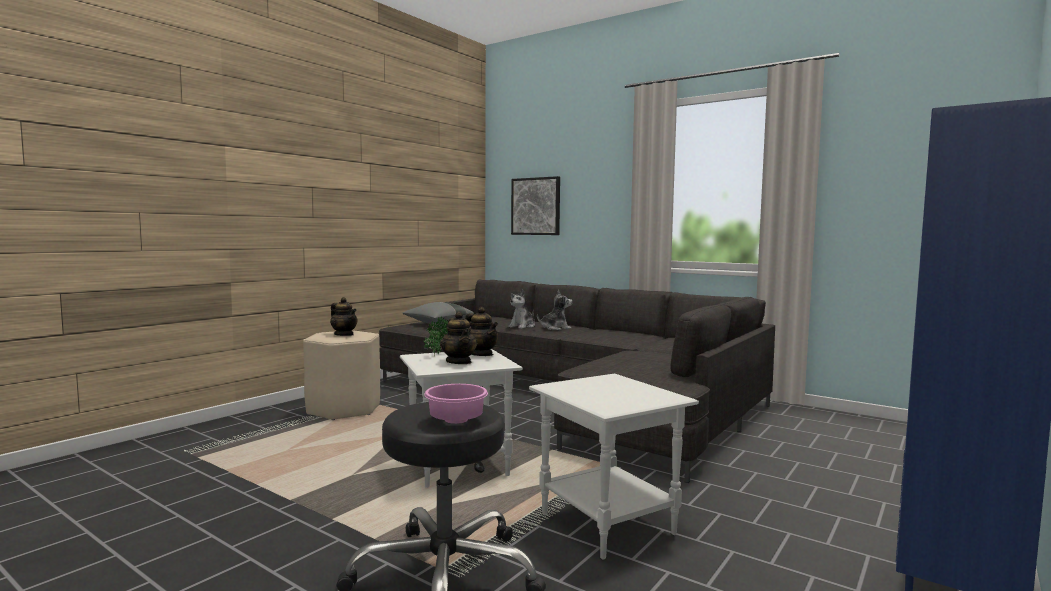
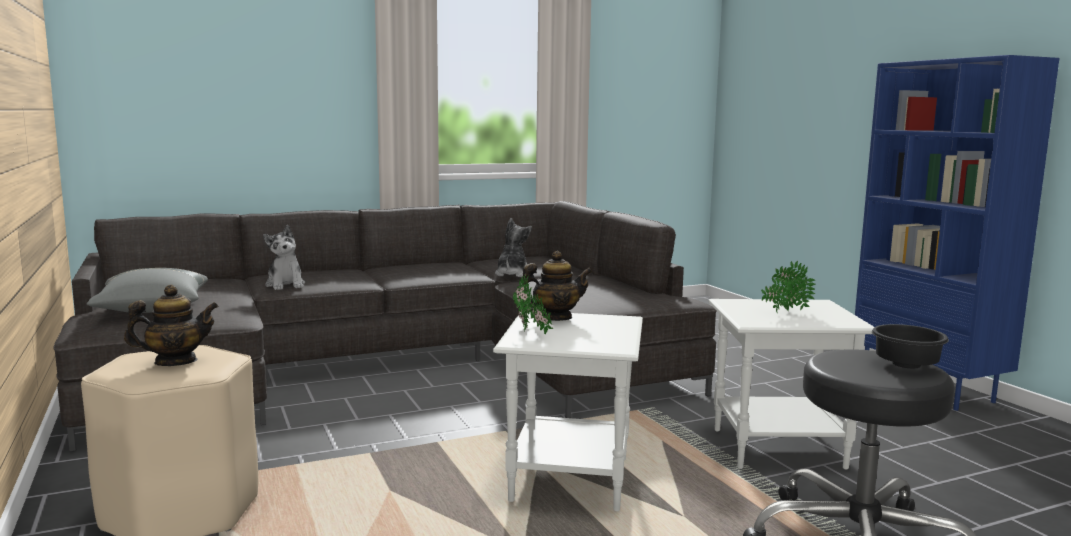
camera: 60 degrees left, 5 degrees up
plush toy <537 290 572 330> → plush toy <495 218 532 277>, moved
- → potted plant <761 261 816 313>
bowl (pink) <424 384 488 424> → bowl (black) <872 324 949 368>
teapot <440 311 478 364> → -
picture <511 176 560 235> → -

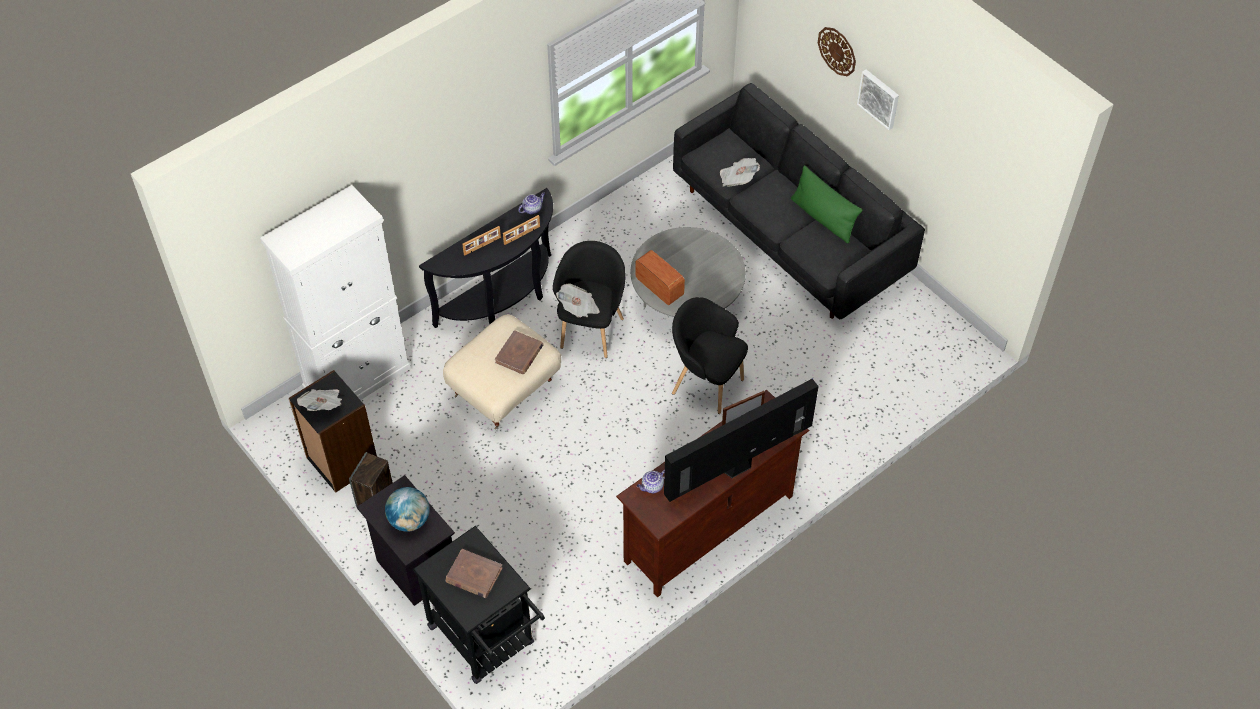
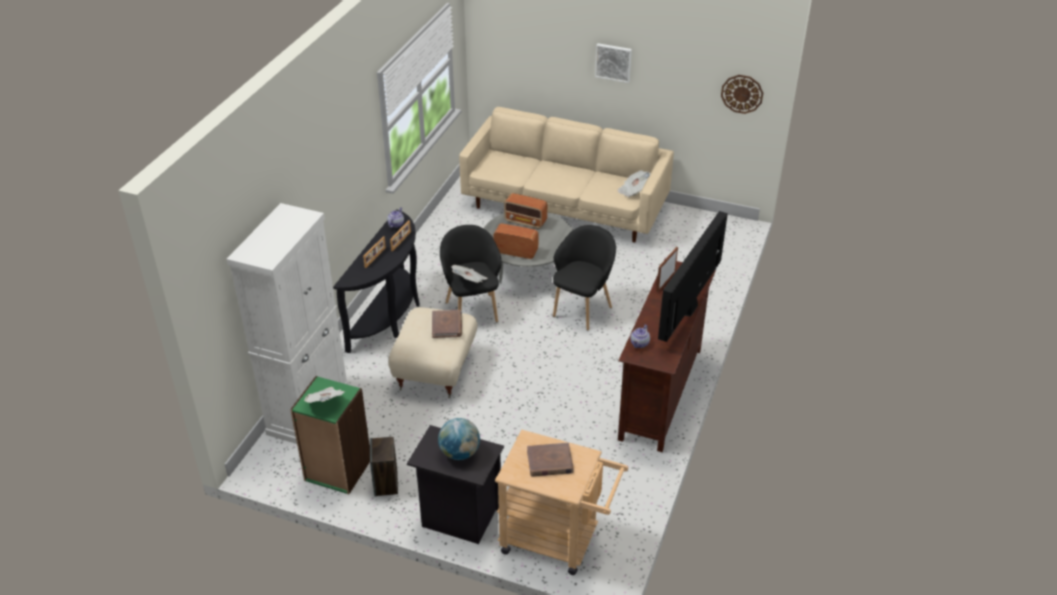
camera: 30 degrees left, 15 degrees down
bookcase (black) <289 370 377 493> → bookcase (green) <290 376 370 494>
sofa (black) <673 83 925 319> → sofa (beige) <459 107 674 243>
cart (black) <412 526 545 684> → cart (beige) <495 430 628 575>
- → radio <504 193 547 229>
armchair (black) <672 297 748 414> → armchair (black) <553 225 616 330>, 120 degrees clockwise
newspaper <720 158 760 187> → newspaper <617 170 651 198>, moved
wall clock <818 27 856 77> → wall clock <721 75 763 114>, moved
pillow (green) <791 165 863 244> → -

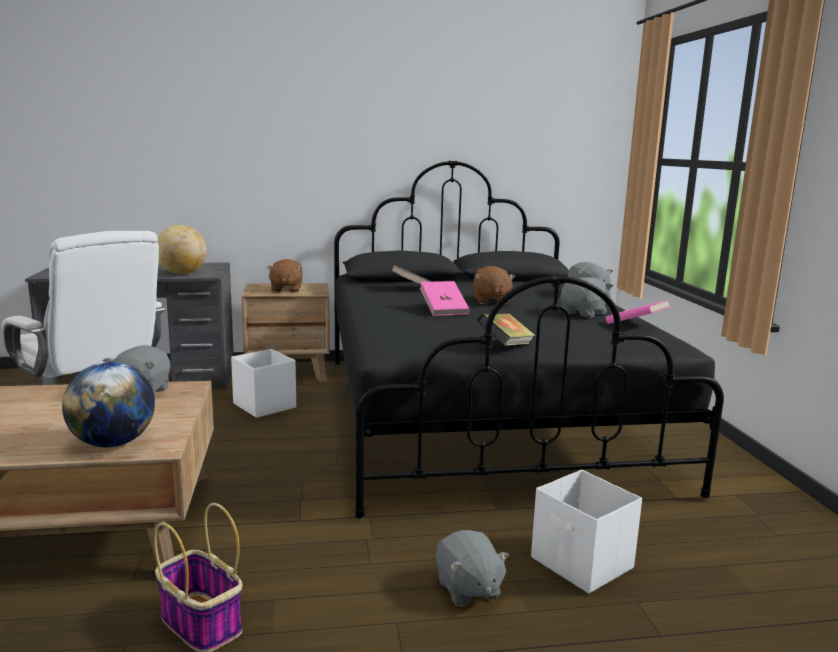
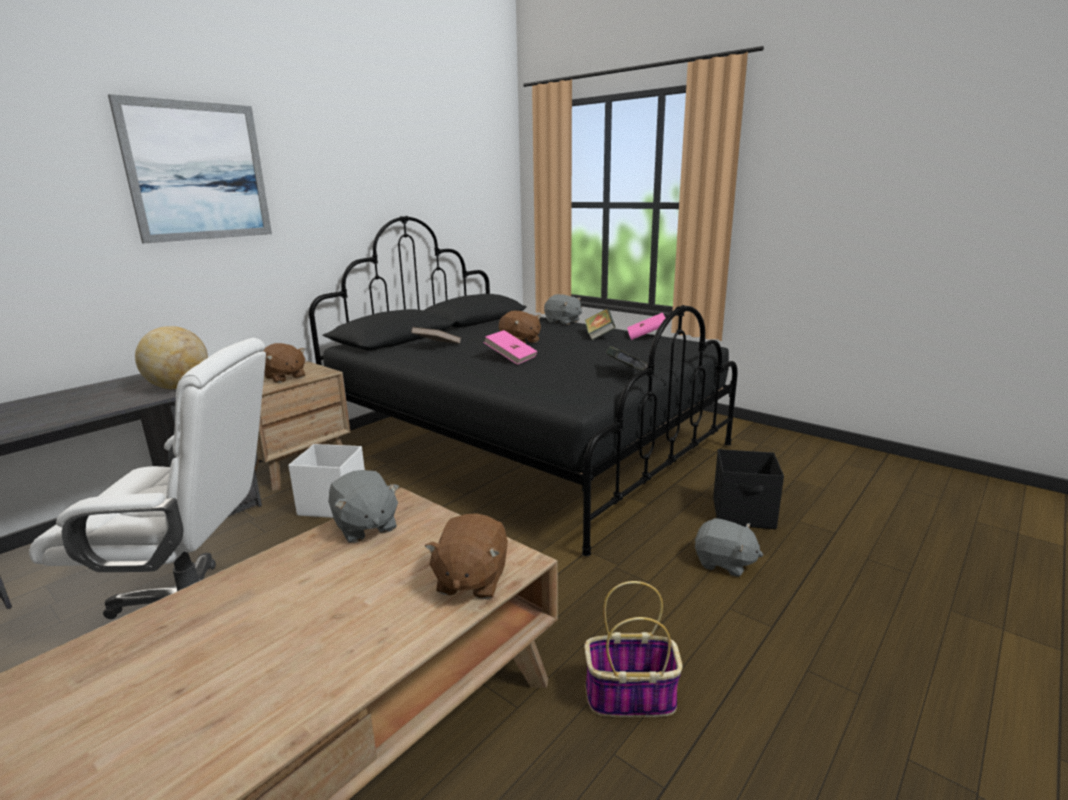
camera: 40 degrees left, 5 degrees up
- → picture <108 94 272 243>
globe <62 362 155 448> → plush toy (brown) <425 513 508 599>
plush toy (grey) <561 277 613 318> → book <585 309 615 340>
storage box (white) <531 470 642 594> → storage box (black) <713 449 784 529>

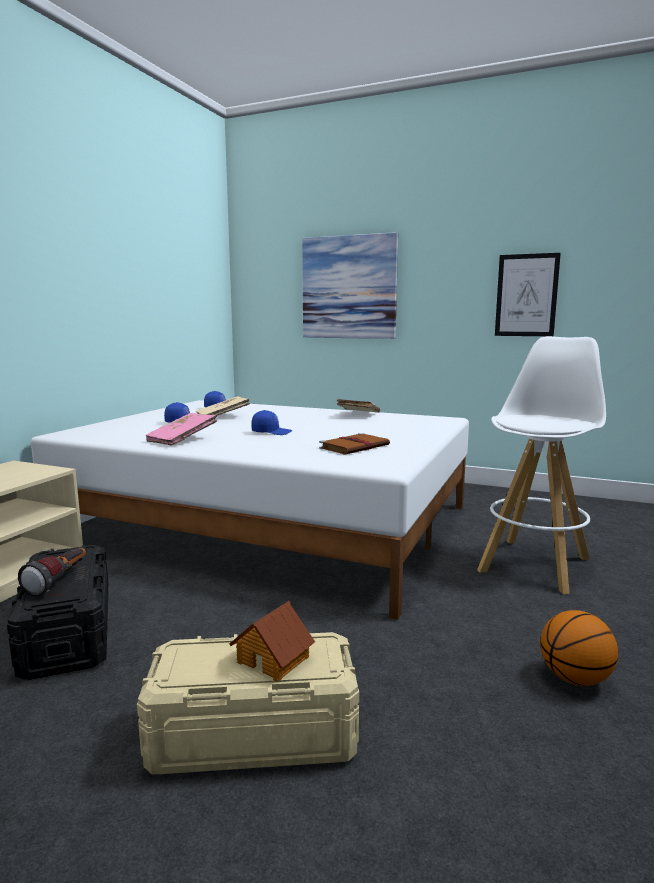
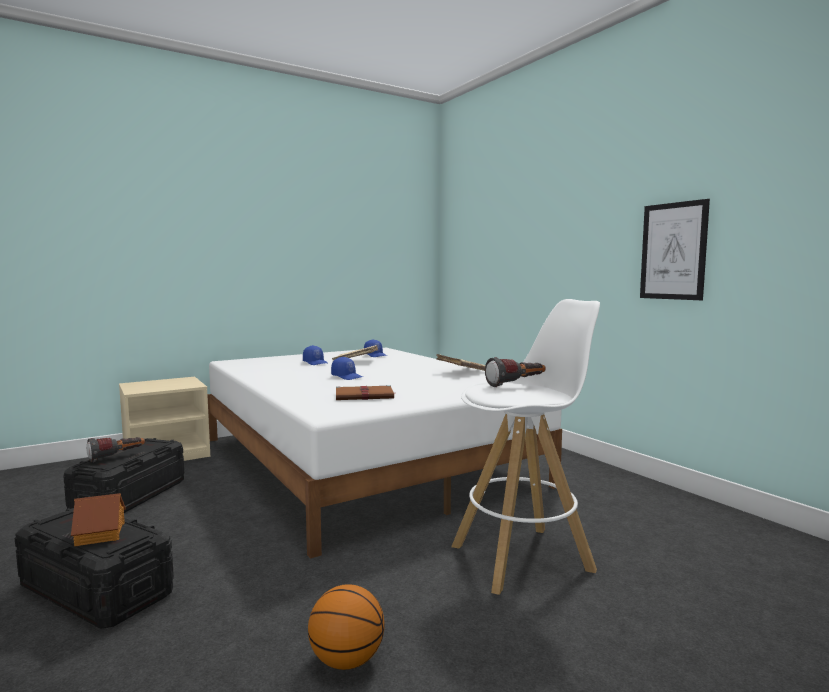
camera: 35 degrees right, 5 degrees down
storage box (beige) <137 632 359 774> → storage box (black) <15 508 174 629>
- → flashlight <485 357 546 387>
book (pink) <146 413 217 446> → -
picture <302 232 398 339> → -

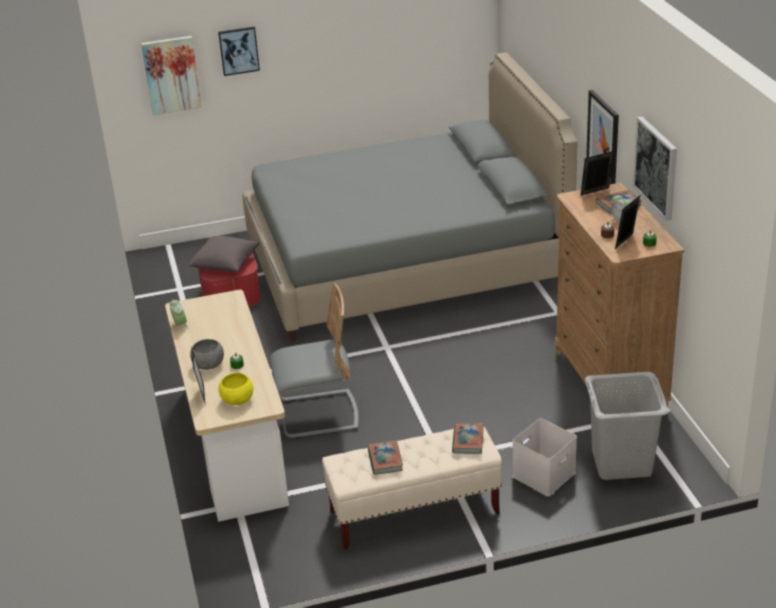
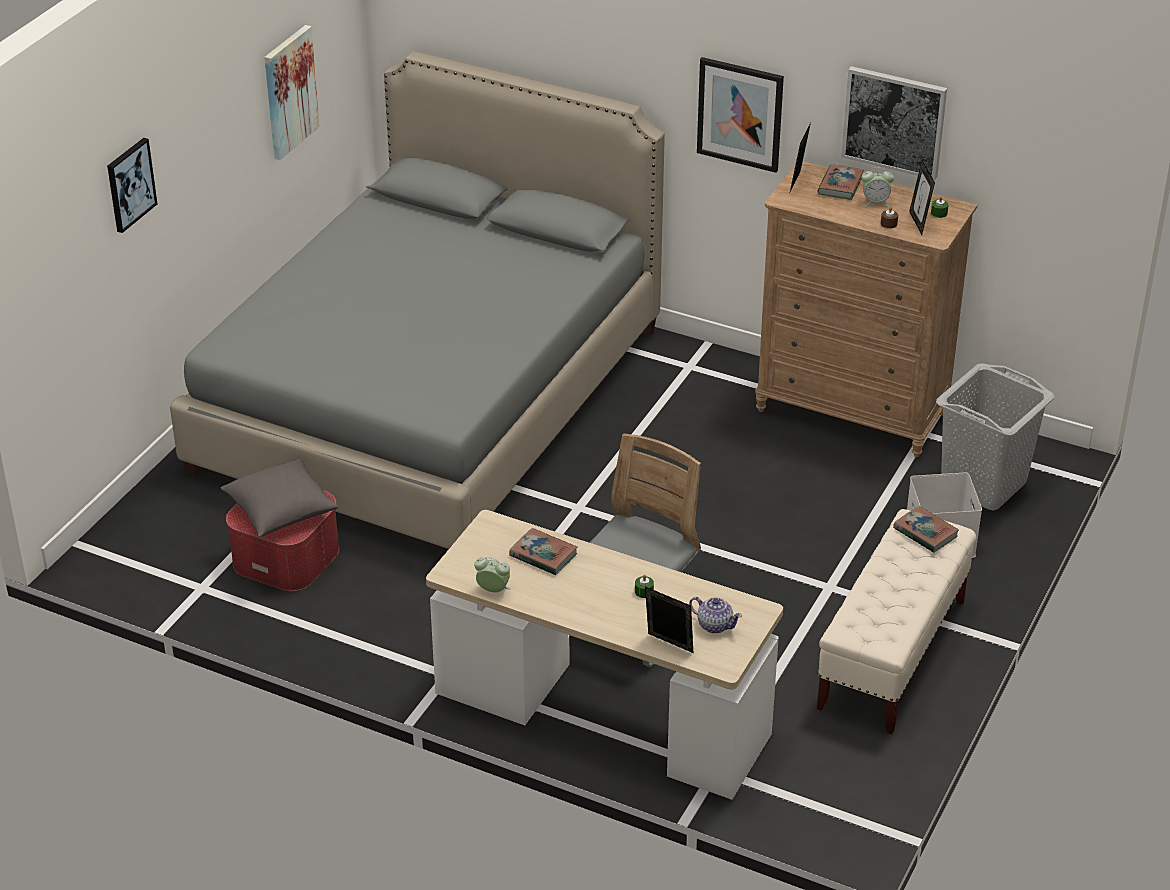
camera: 50 degrees left, 5 degrees up
picture <141 36 202 115> → picture <264 25 320 160>, moved
book <368 441 403 475> → book <509 528 578 575>, moved
bowl (yellow) <218 373 253 405> → teapot <689 597 742 633>
bowl (grey) <190 339 224 370> → -

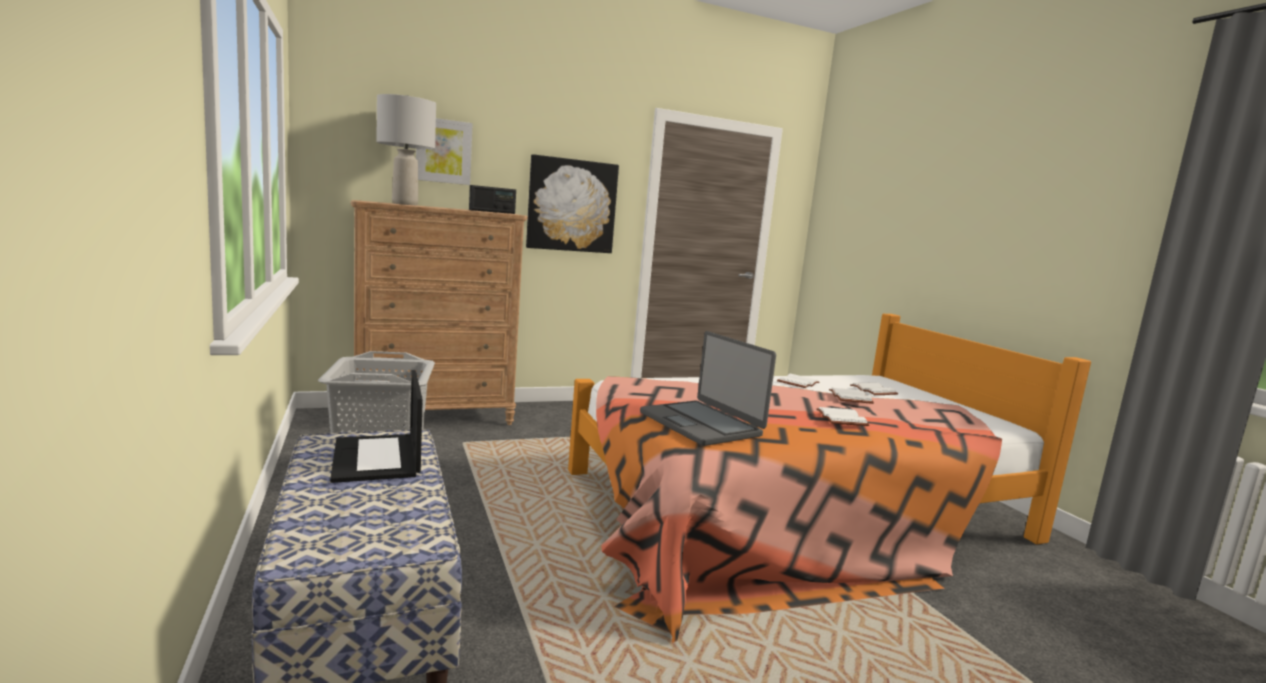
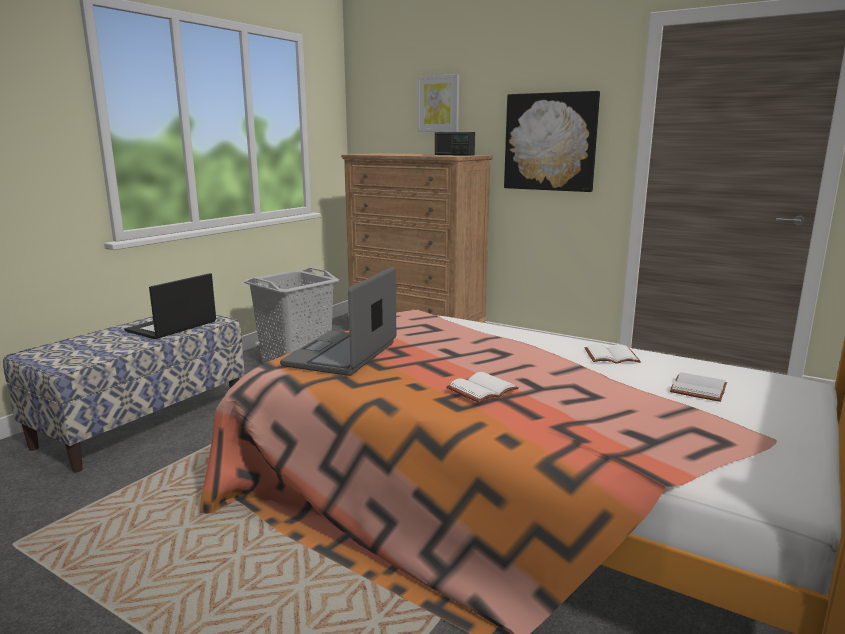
camera: 55 degrees right, 5 degrees up
table lamp (grey) <376 94 436 206> → -
book (white) <829 388 874 404> → -

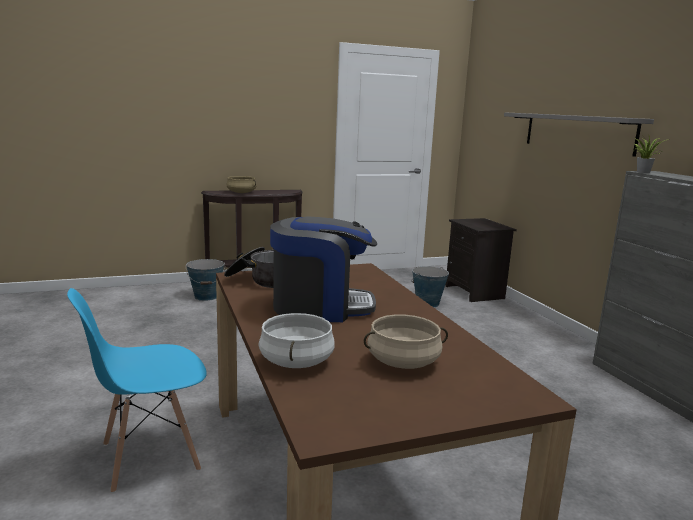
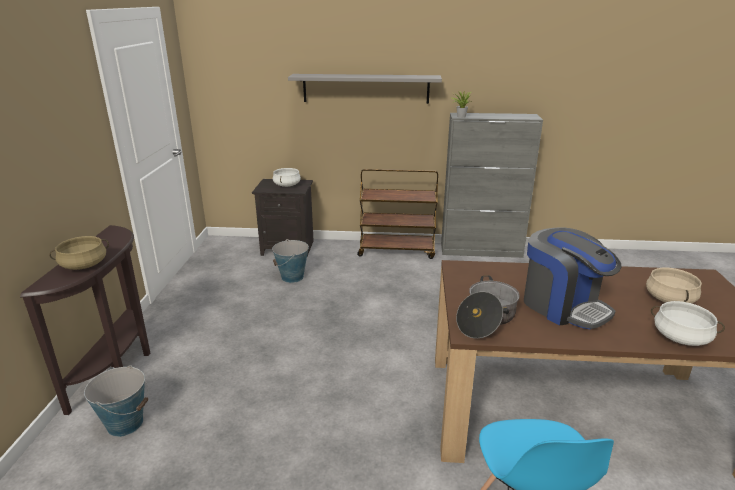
camera: 65 degrees left, 10 degrees up
- → cooking pot (white) <273 168 301 187>
- → cart (brown) <357 169 438 259>
coffee machine <270 217 377 322> → coffee machine <524 227 621 329>, 120 degrees clockwise

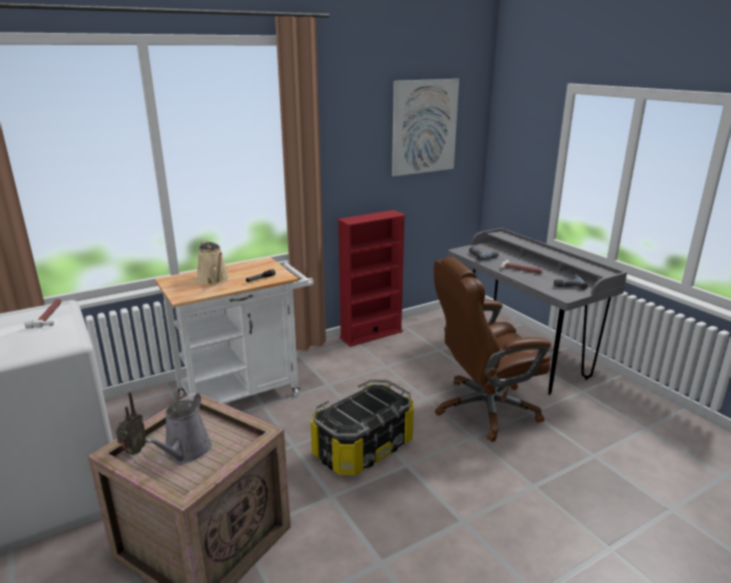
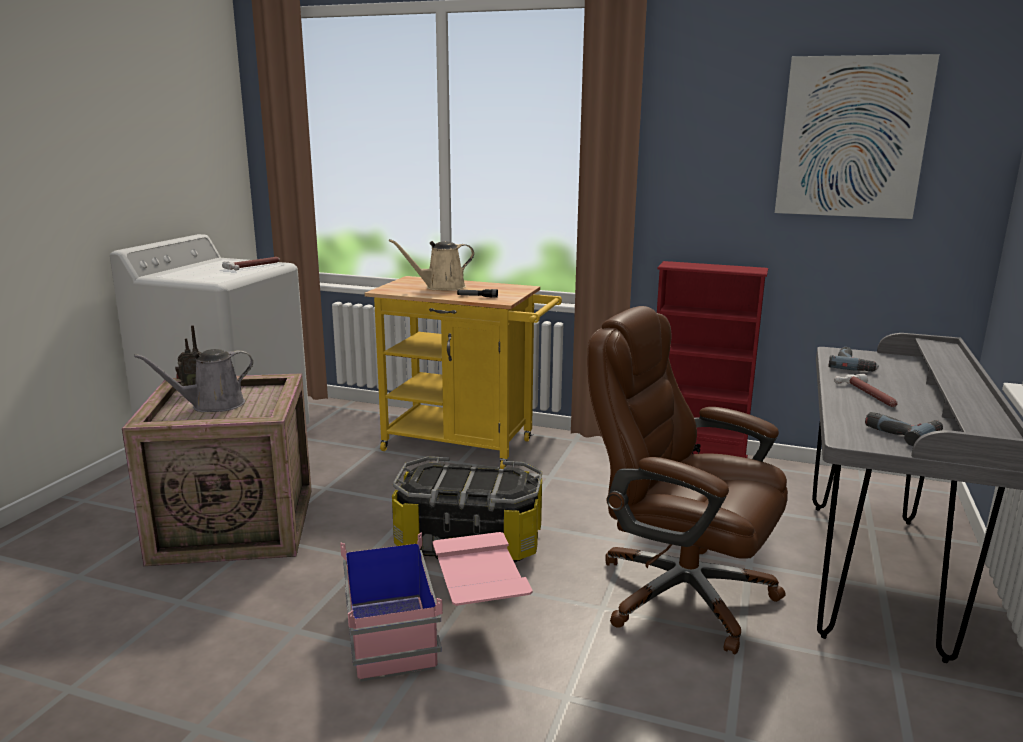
camera: 50 degrees right, 5 degrees down
- → storage box (pink) <340 532 533 682>
cart (white) <155 257 314 404> → cart (yellow) <364 276 562 469>
watering can (beige) <196 241 229 285> → watering can (beige) <389 239 474 290>, 45 degrees clockwise

